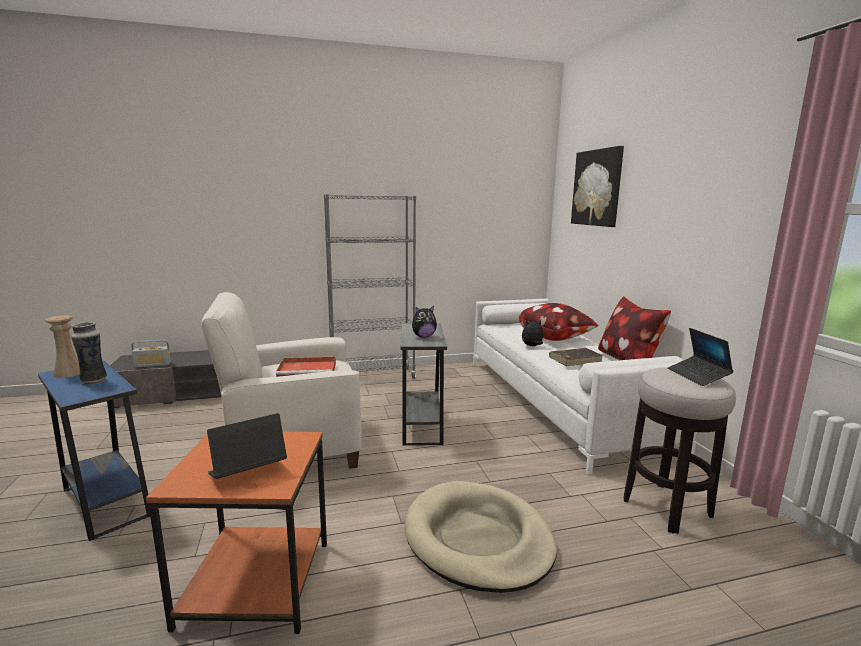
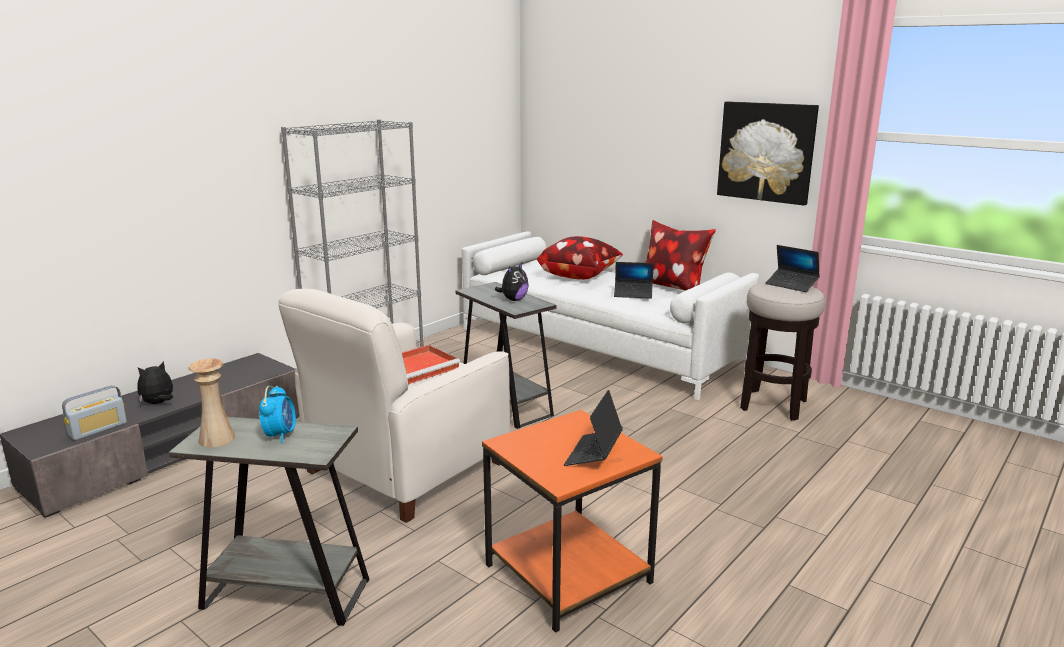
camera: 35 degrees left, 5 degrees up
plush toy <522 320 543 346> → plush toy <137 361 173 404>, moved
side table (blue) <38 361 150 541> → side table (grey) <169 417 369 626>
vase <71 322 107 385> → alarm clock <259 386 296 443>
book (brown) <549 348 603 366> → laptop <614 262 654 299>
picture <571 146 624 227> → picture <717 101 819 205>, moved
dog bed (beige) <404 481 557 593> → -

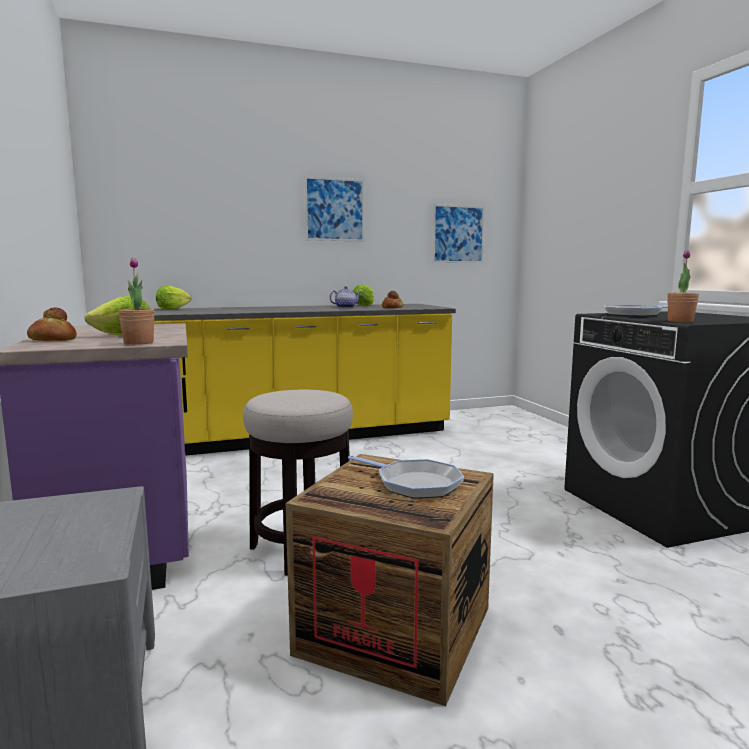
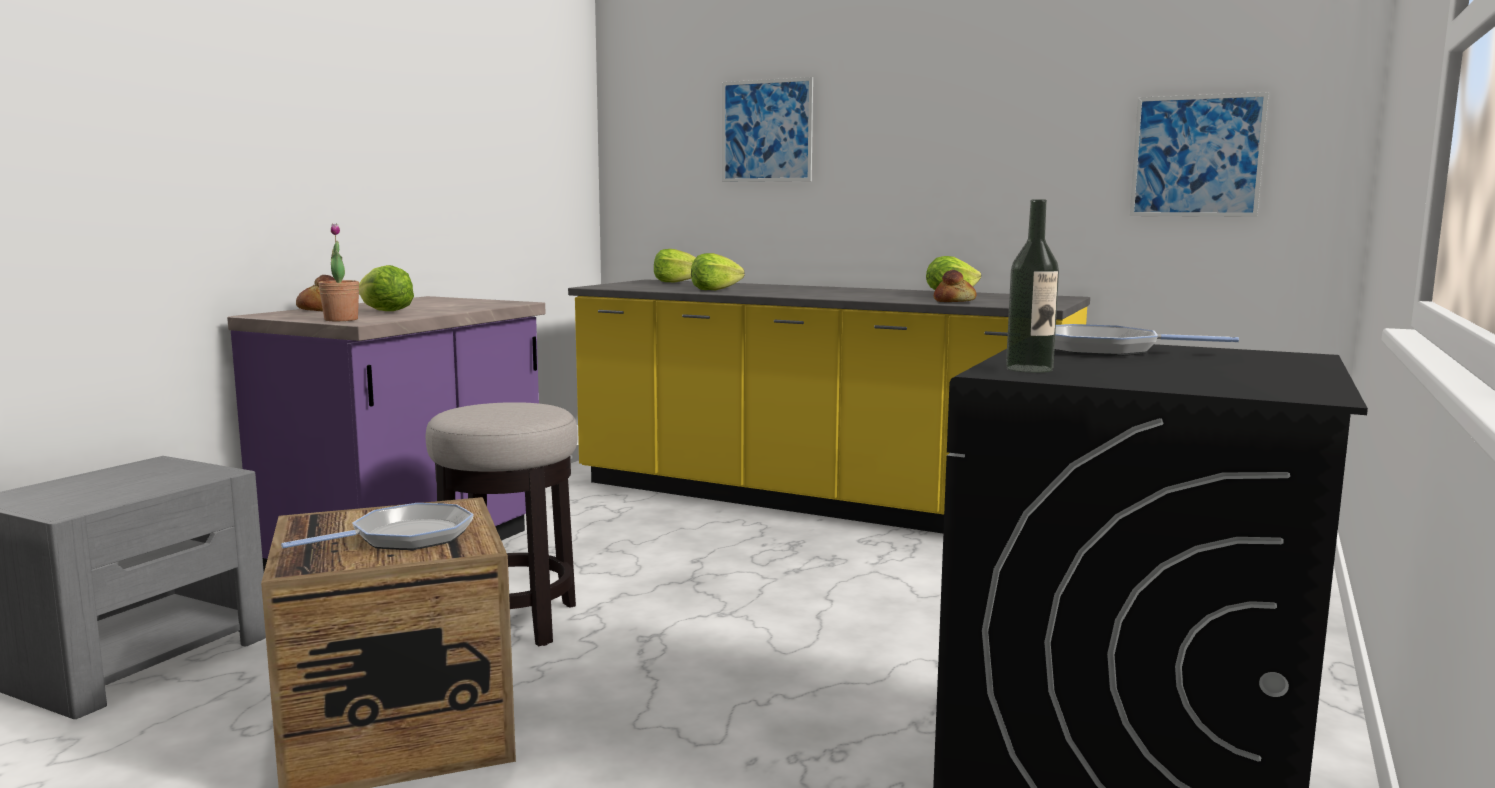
camera: 45 degrees right, 0 degrees up
frying pan <348 455 464 499> → frying pan <281 503 474 550>, 120 degrees counterclockwise
- → lettuce <691 253 745 290>
picture <304 176 364 241> → picture <722 77 813 182>, moved
potted plant <667 250 699 322> → bottle <1006 199 1059 373>
teapot <329 286 361 308> → -

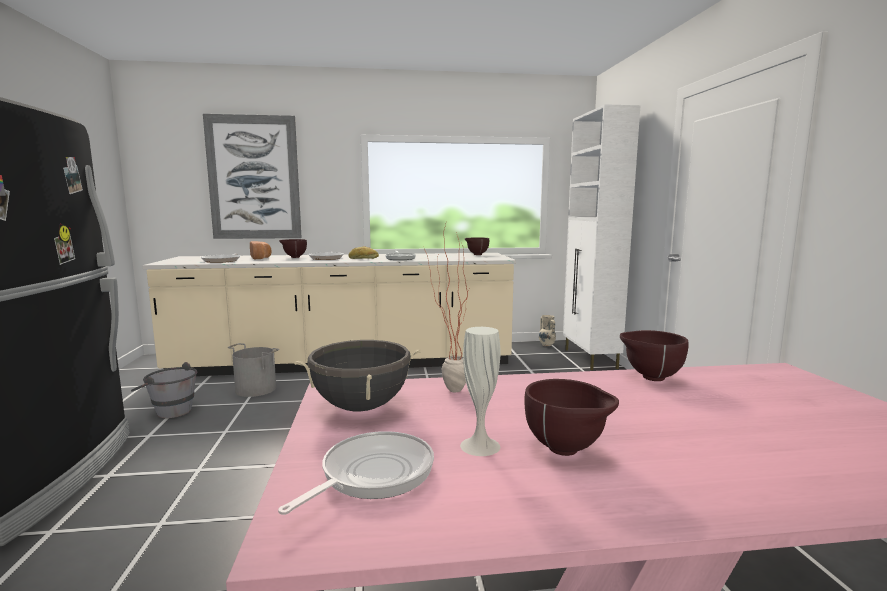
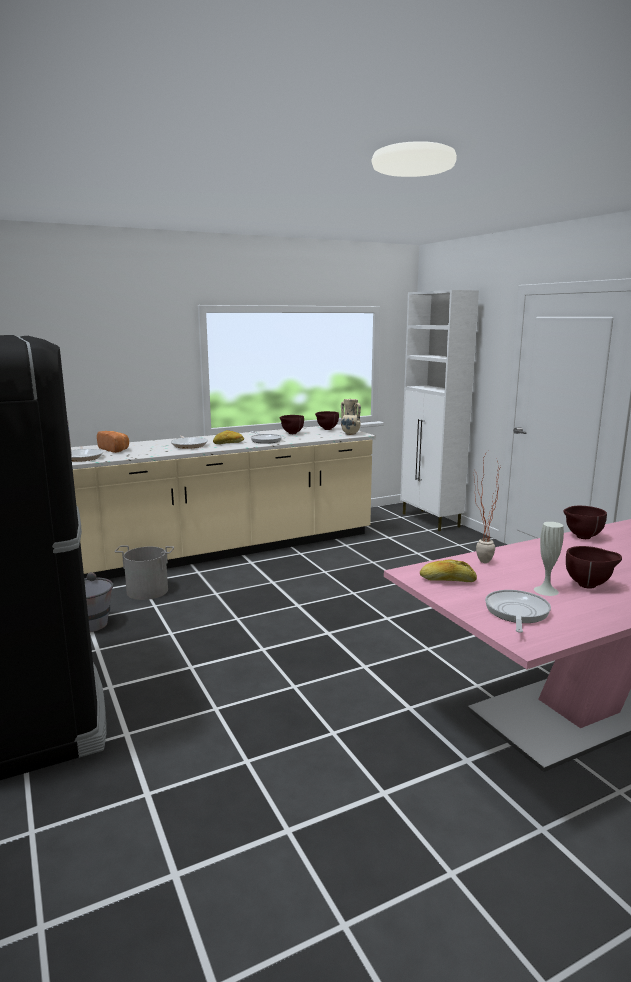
camera: 20 degrees left, 5 degrees up
bowl (brown) <279 239 307 258> → bowl (brown) <280 415 304 434>, moved
vase (beige) <539 315 556 346> → vase (beige) <341 399 361 435>, moved
cooking pot (black) <294 339 421 411> → bread <420 559 477 582>
picture <203 114 302 239> → -

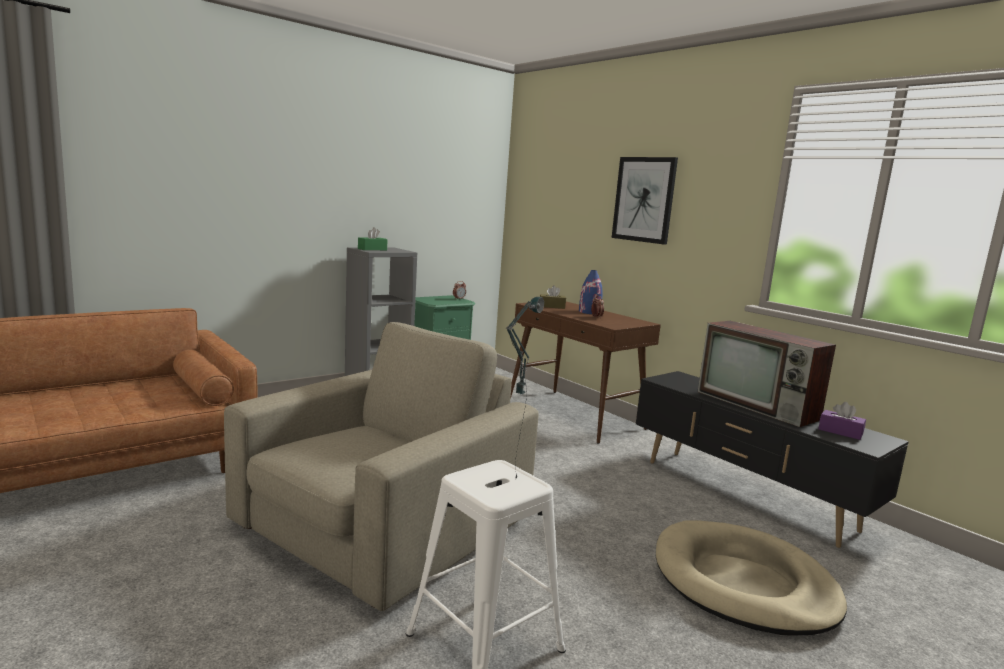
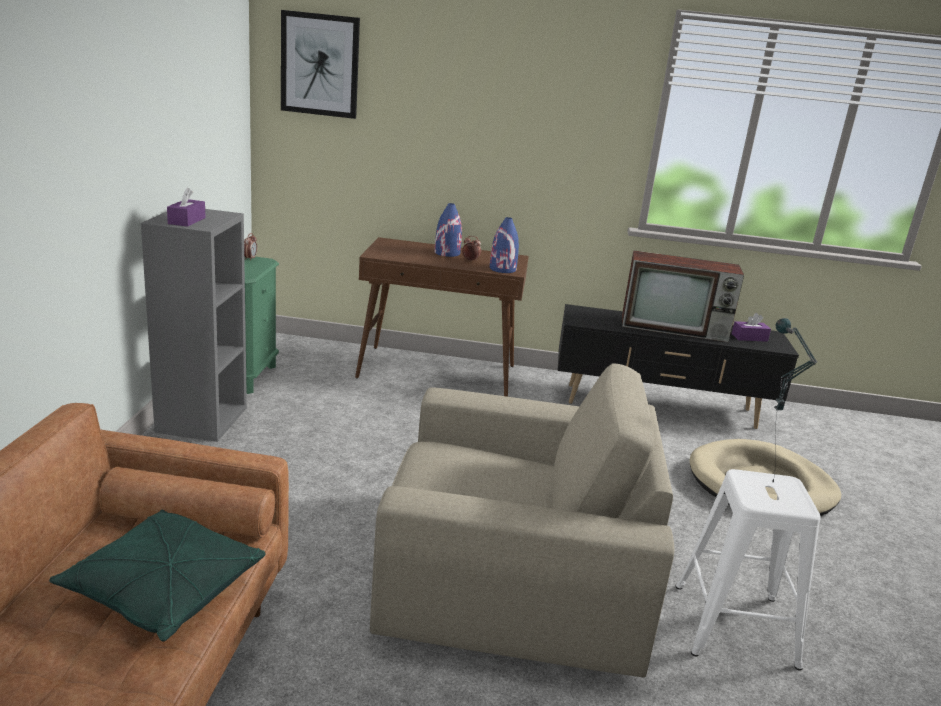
camera: 45 degrees left, 10 degrees up
- → pillow (green) <49 510 265 642>
tissue box (green) <358 227 388 250> → tissue box (purple) <167 187 206 227>
picture <612 157 678 245> → picture <281 10 360 119>, moved
armchair (beige) <224 322 539 611> → armchair (beige) <370 364 674 677>, 105 degrees clockwise
- → vase (blue) <490 217 519 273>
tissue box (brown) <540 286 566 309> → -

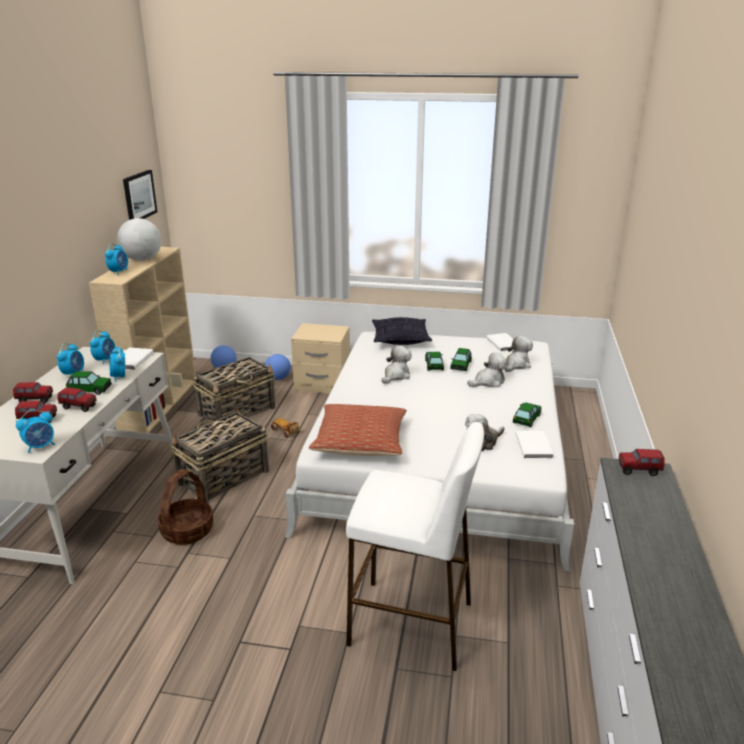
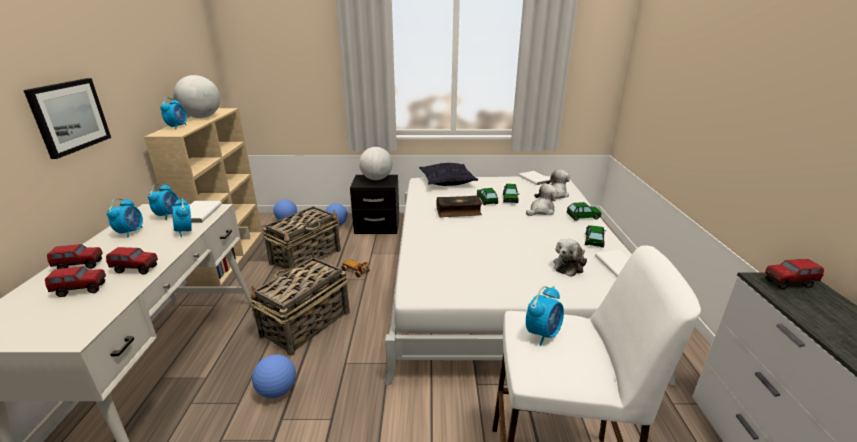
camera: 10 degrees left, 0 degrees up
picture <123 170 157 220> → picture <24 78 111 159>, moved
basket <158 469 213 545> → football <252 354 296 398>
nightstand (beige) <291 323 350 394> → nightstand (black) <350 175 399 234>
- → globe <359 147 393 180>
plush toy <382 346 412 384> → book <437 195 482 217>
alarm clock <16 409 55 453> → alarm clock <526 286 564 346>, moved
toy car <66 371 112 395> → toy car <567 202 602 221>, moved
pillow <309 404 407 456> → -

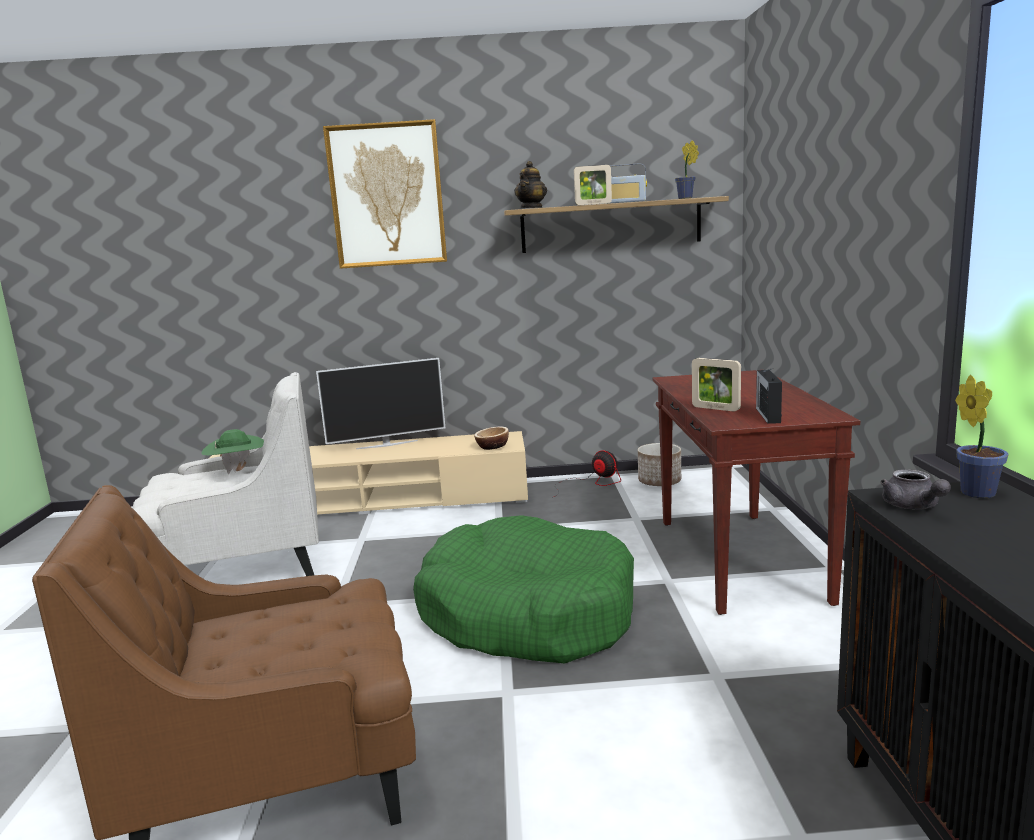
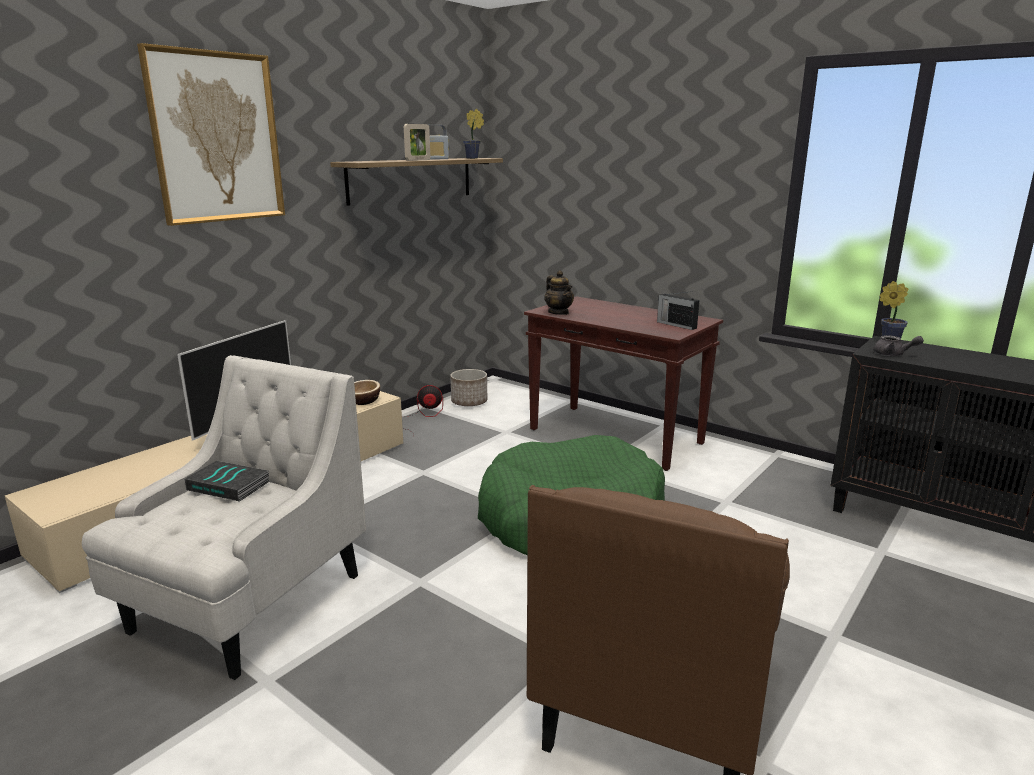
camera: 50 degrees left, 5 degrees up
hat (green) <201 429 264 474> → book <184 461 270 502>
teapot <514 161 547 208> → teapot <544 270 574 315>, moved
picture frame <692 358 741 412> → -

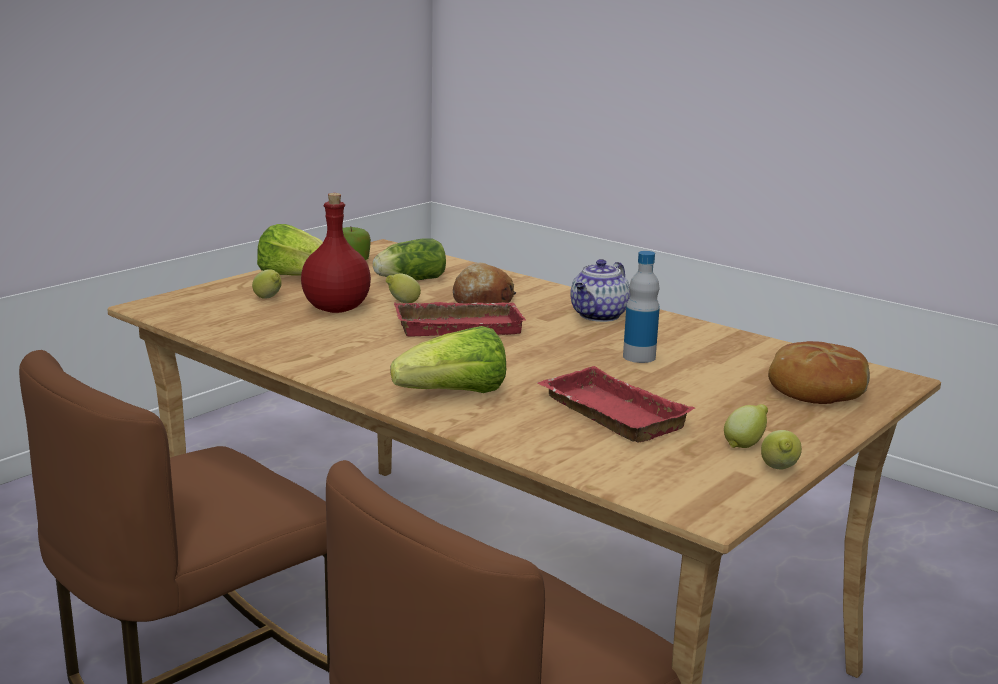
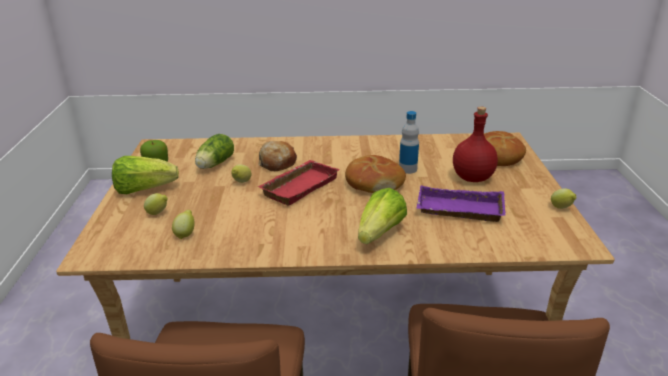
camera: 40 degrees left, 10 degrees up
lemon <724 404 768 448> → lemon <172 210 194 239>, moved
- → bread <345 155 406 193>
tray (red) <537 366 695 443> → tray (purple) <416 186 506 222>
bottle (red) <301 193 371 313> → bottle (red) <453 106 498 182>, moved
teapot <570 259 630 322> → -

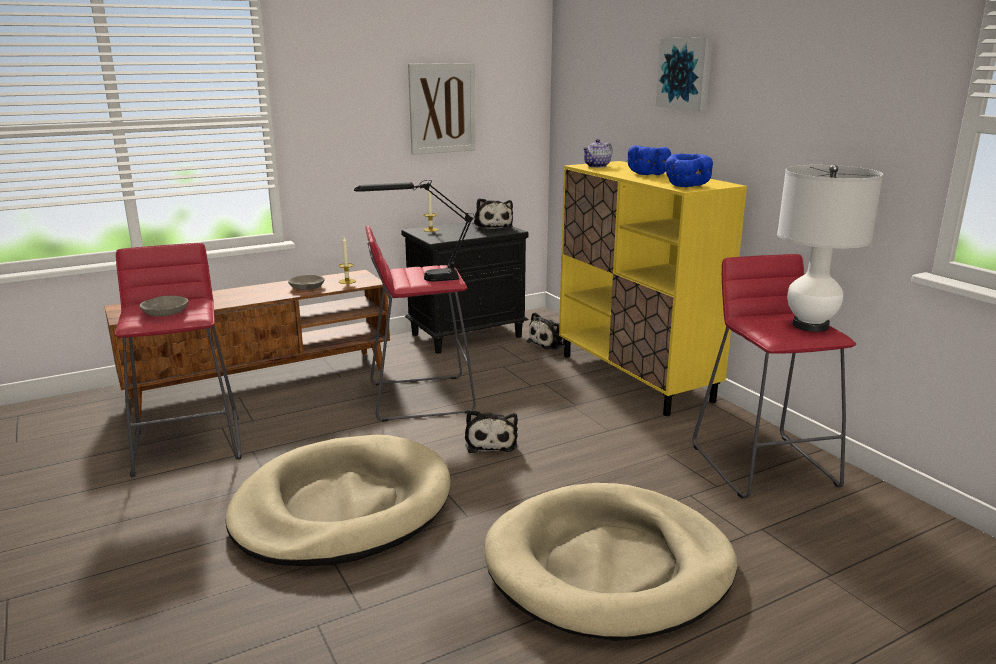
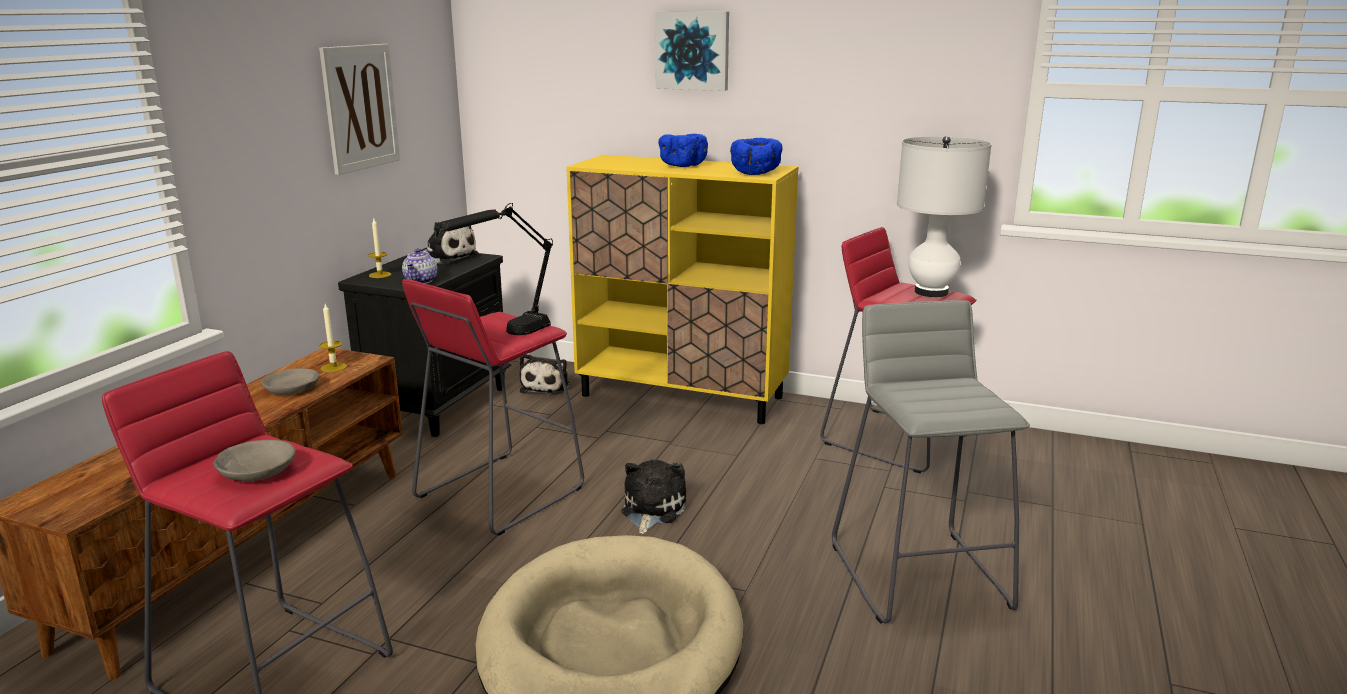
camera: 40 degrees left, 0 degrees up
teapot <583 139 613 168> → teapot <402 249 437 284>, moved
plush toy <465 410 518 453> → plush toy <621 460 687 534>, 120 degrees counterclockwise
dog bed (beige) <485 483 737 641> → stool (grey) <832 300 1030 624>

